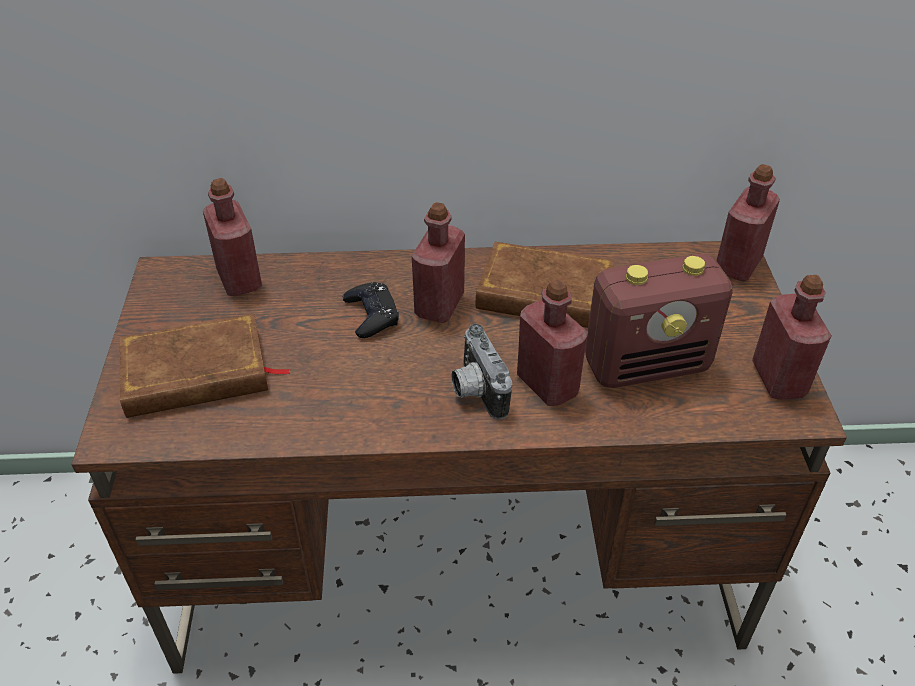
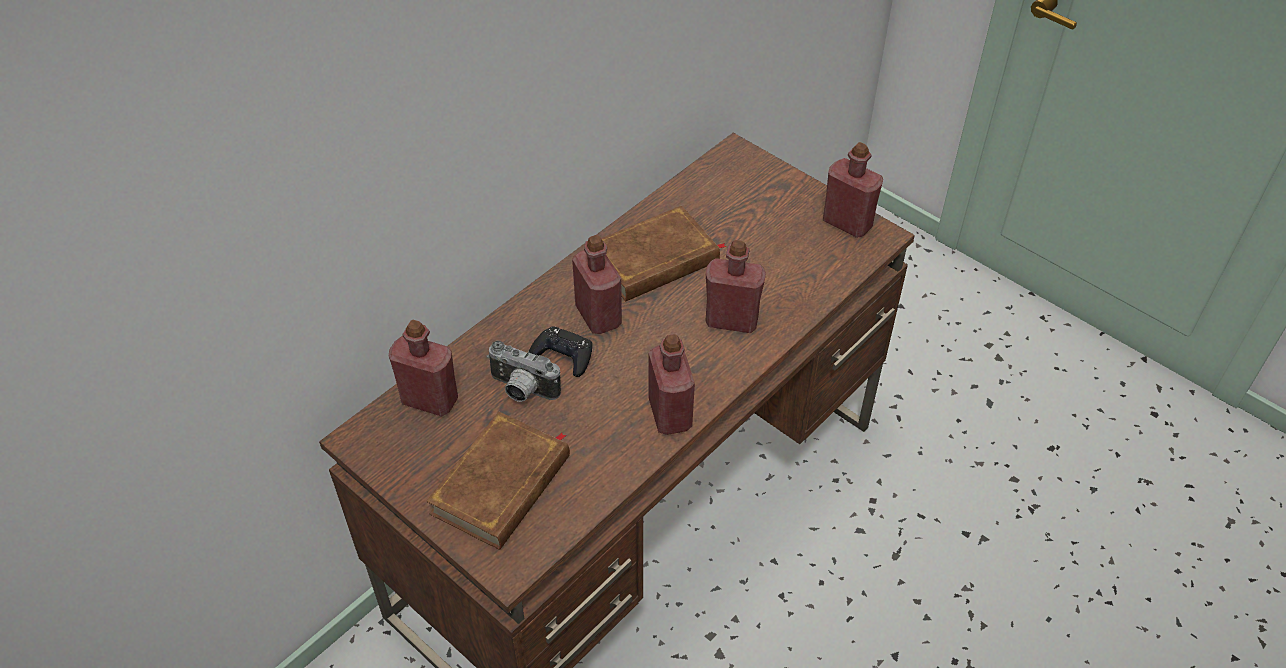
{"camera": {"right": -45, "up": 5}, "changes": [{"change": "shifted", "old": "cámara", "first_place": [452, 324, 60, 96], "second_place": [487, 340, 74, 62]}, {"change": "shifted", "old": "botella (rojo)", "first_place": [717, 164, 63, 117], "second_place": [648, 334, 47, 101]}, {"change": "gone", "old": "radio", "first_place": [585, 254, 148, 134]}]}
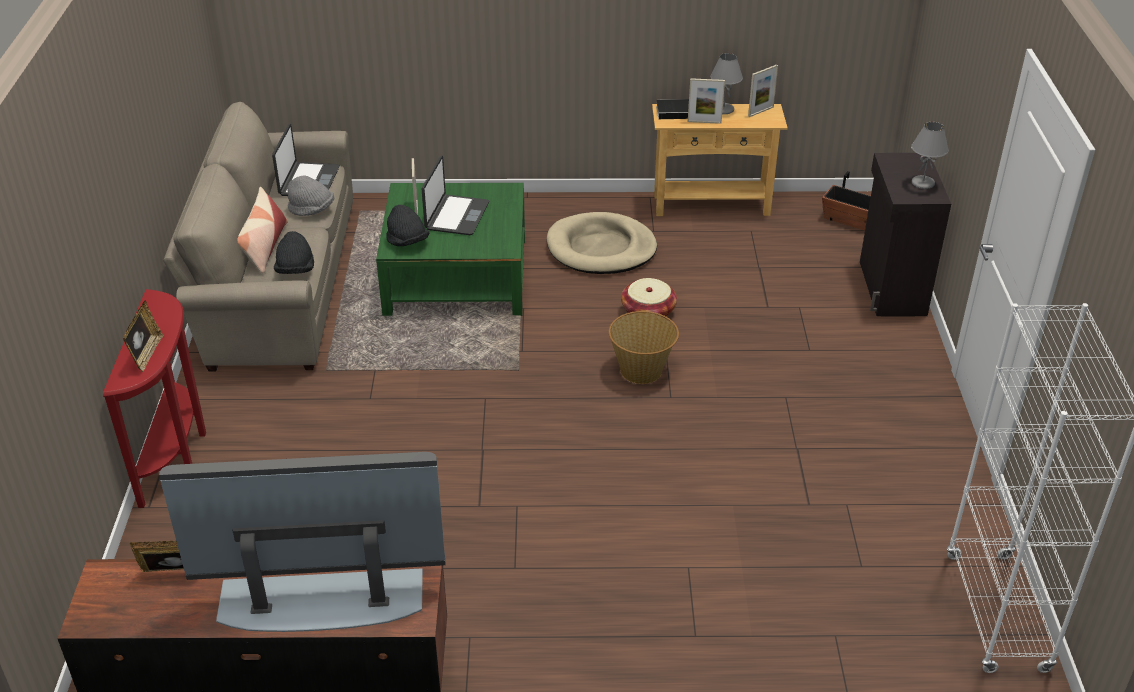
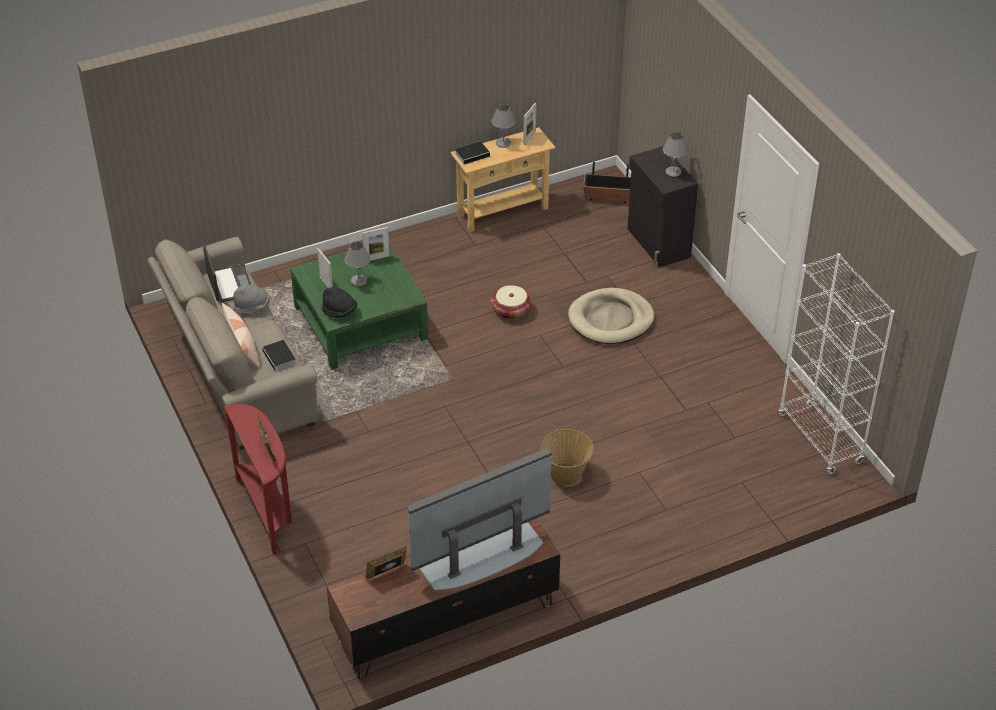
{"camera": {"right": -25, "up": 5}, "changes": [{"change": "swapped", "old": "sombrero (negro)", "new": "libro", "first_place": [274, 231, 40, 43], "second_place": [262, 340, 34, 33]}, {"change": "swapped", "old": "portátil", "new": "lámpara de mesa (gris)", "first_place": [421, 156, 68, 79], "second_place": [344, 241, 26, 45]}, {"change": "shifted", "old": "portarretratos", "first_place": [688, 78, 37, 46], "second_place": [362, 227, 28, 34]}, {"change": "shifted", "old": "cesta", "first_place": [609, 311, 70, 73], "second_place": [541, 429, 53, 57]}, {"change": "shifted", "old": "cama para perro (beis)", "first_place": [547, 212, 110, 62], "second_place": [568, 288, 86, 56]}]}
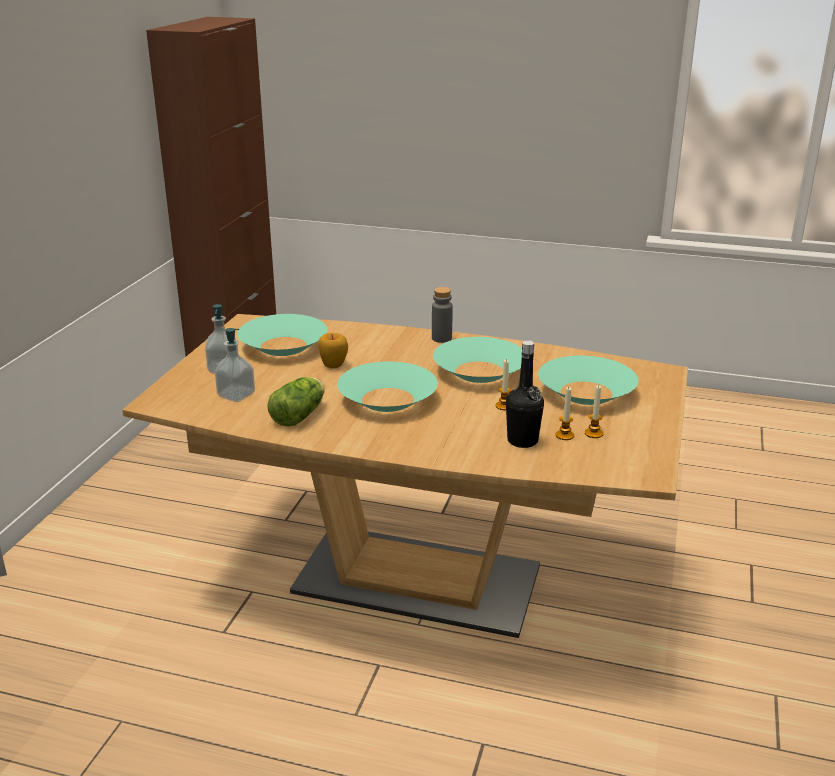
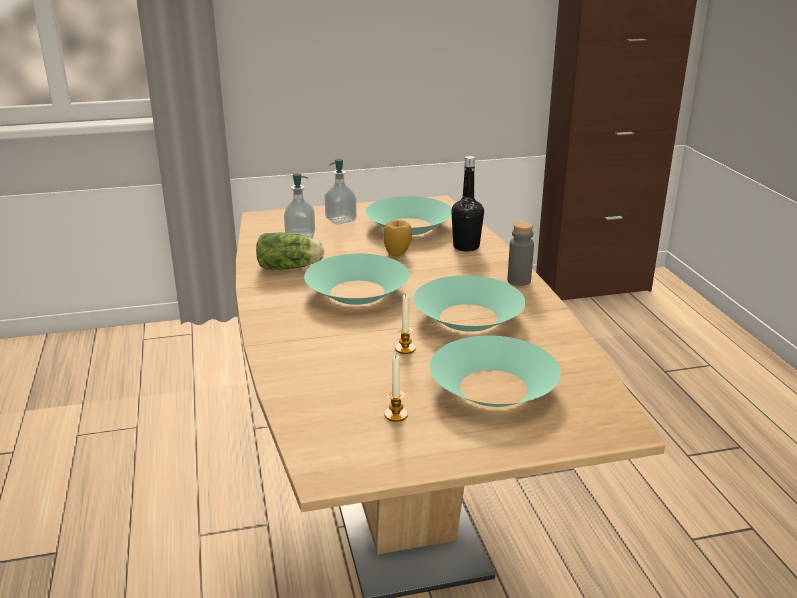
{"camera": {"right": 60, "up": 0}, "changes": [{"change": "shifted", "old": "botella (negro)", "first_place": [506, 340, 38, 108], "second_place": [451, 156, 33, 95]}, {"change": "gone", "old": "vela", "first_place": [556, 387, 18, 53]}]}
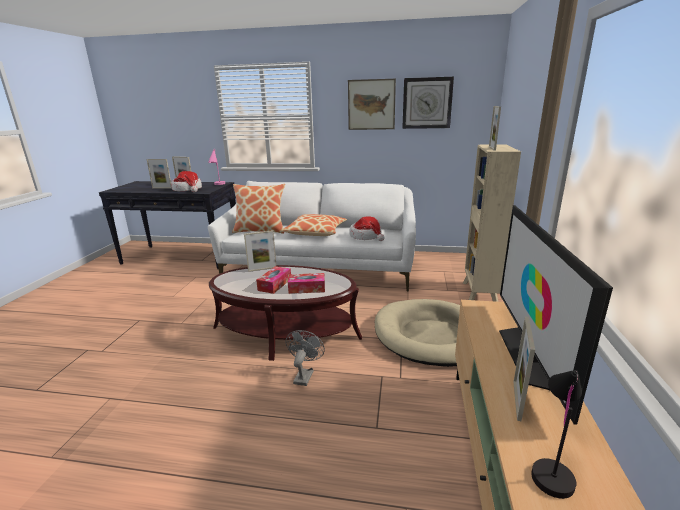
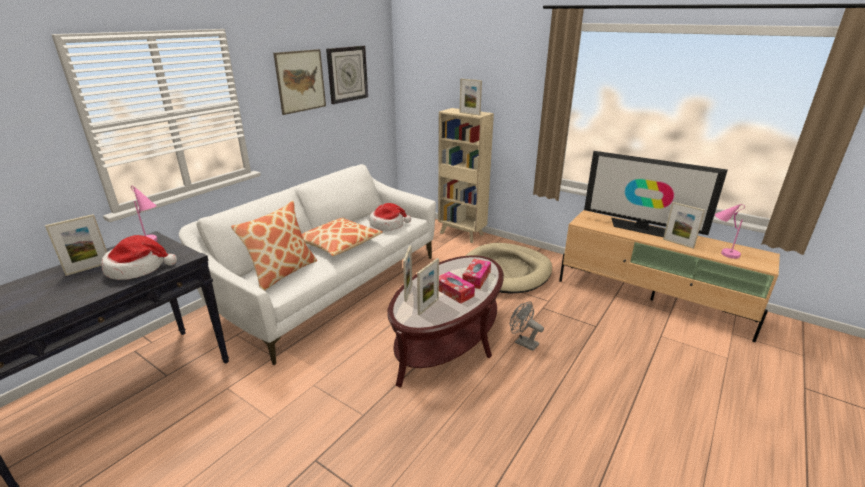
{"camera": {"right": -65, "up": 5}, "changes": [{"change": "shifted", "old": "portarretratos", "first_place": [147, 159, 25, 30], "second_place": [417, 258, 22, 57]}, {"change": "repainted", "old": "lámpara de mesa (negro)", "new": "lámpara de mesa (rosa)", "first_place": [531, 370, 51, 129], "second_place": [715, 204, 30, 55]}]}
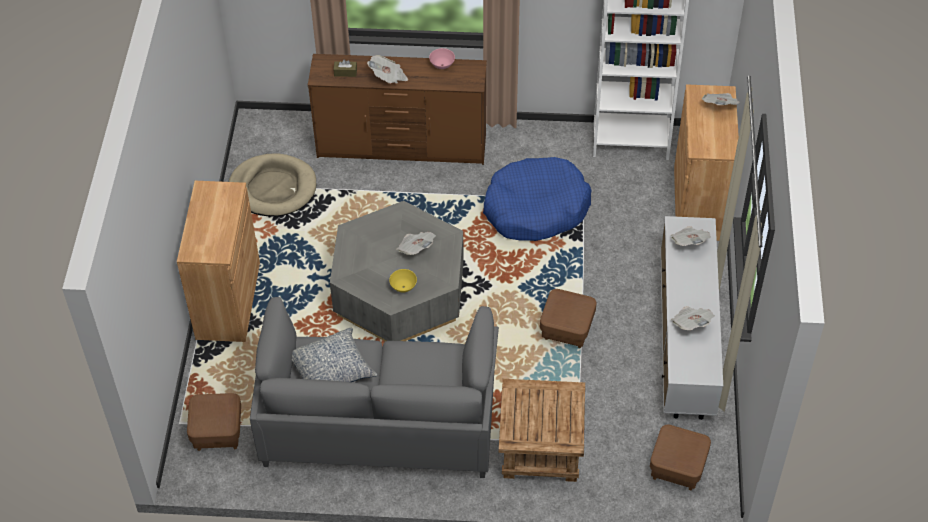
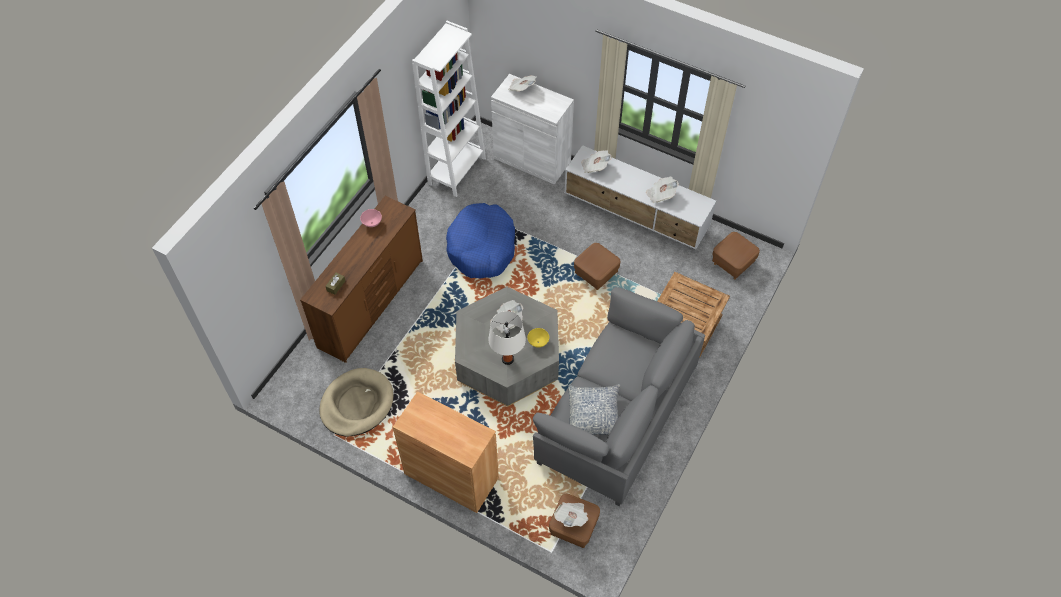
{"camera": {"right": -65, "up": 5}, "changes": [{"change": "new", "new": "lámpara de mesa (blanco)", "second_place": [488, 311, 38, 54]}, {"change": "repainted", "old": "armario (marrón)", "new": "armario (blanco)", "first_place": [674, 84, 65, 157], "second_place": [491, 74, 83, 111]}, {"change": "shifted", "old": "periódico", "first_place": [367, 55, 41, 28], "second_place": [554, 502, 34, 25]}]}
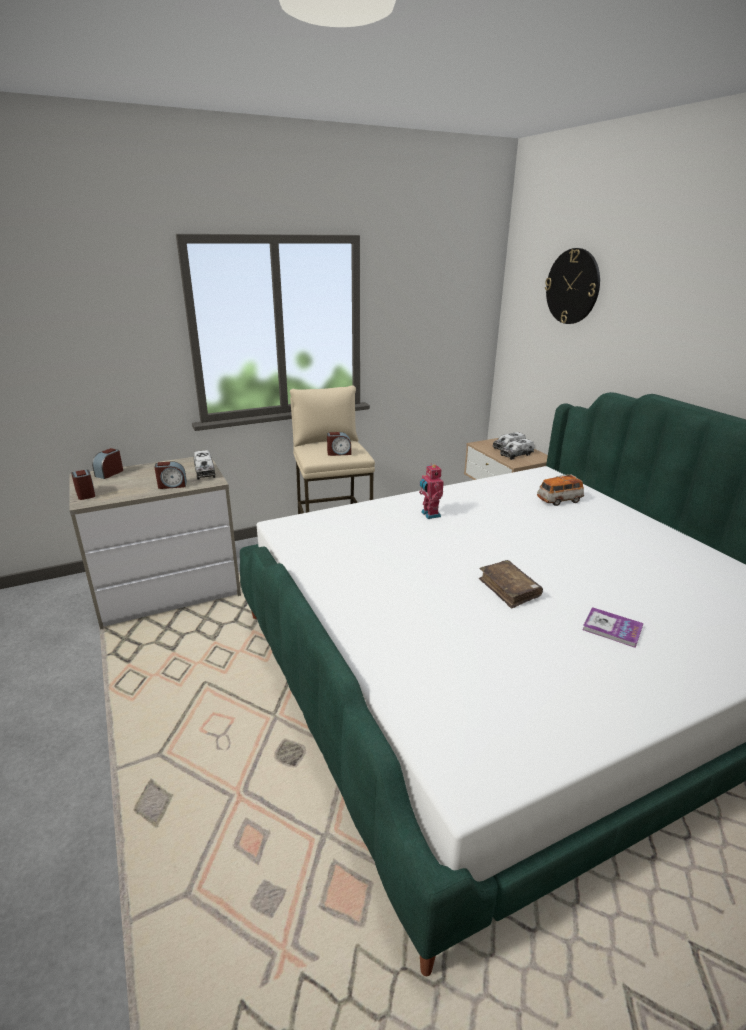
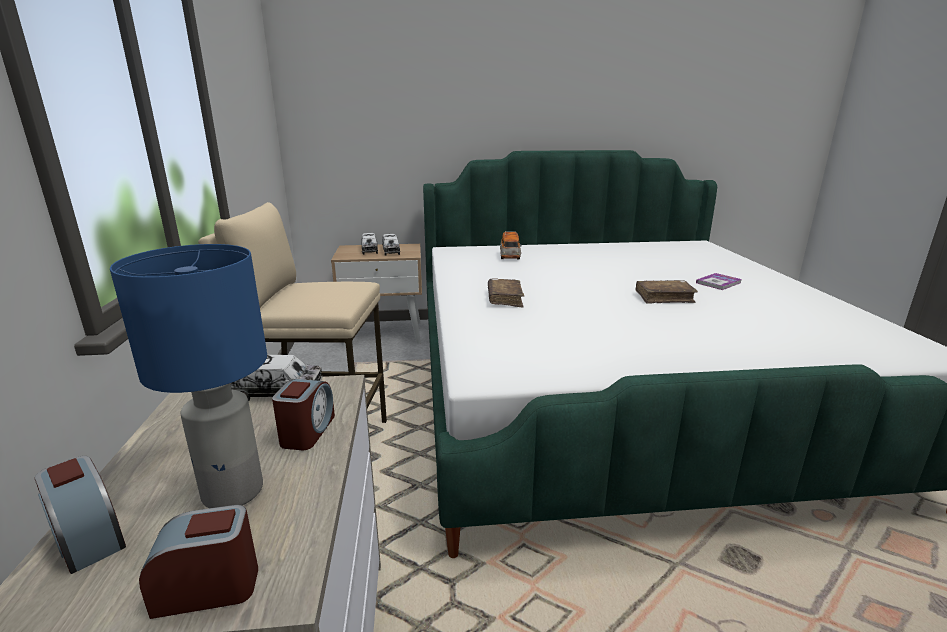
{"camera": {"right": -70, "up": -5}, "changes": [{"change": "new", "new": "lámpara de mesa (azul)", "second_place": [110, 244, 157, 264]}, {"change": "swapped", "old": "robot de juguete", "new": "libro (marrón)", "first_place": [419, 463, 25, 56], "second_place": [488, 278, 36, 29]}, {"change": "gone", "old": "despertador", "first_place": [327, 432, 24, 24]}, {"change": "gone", "old": "reloj de pared", "first_place": [545, 248, 55, 76]}]}
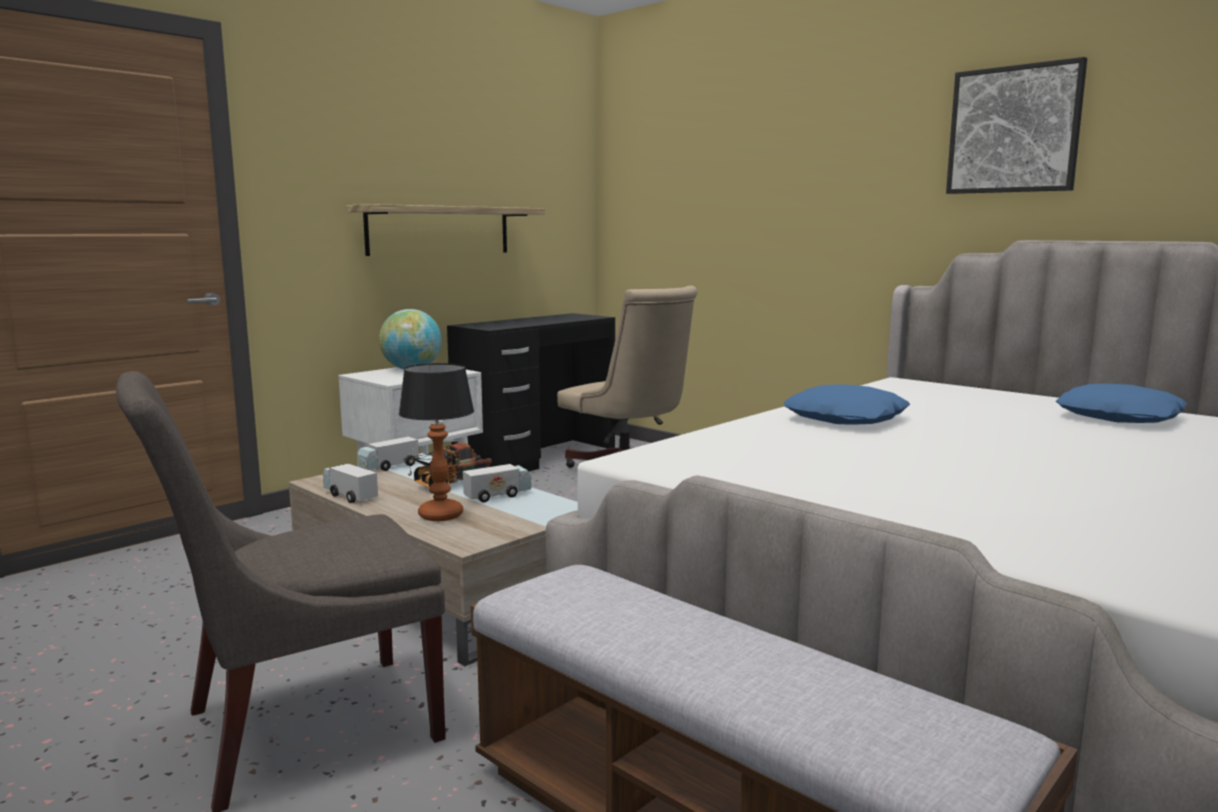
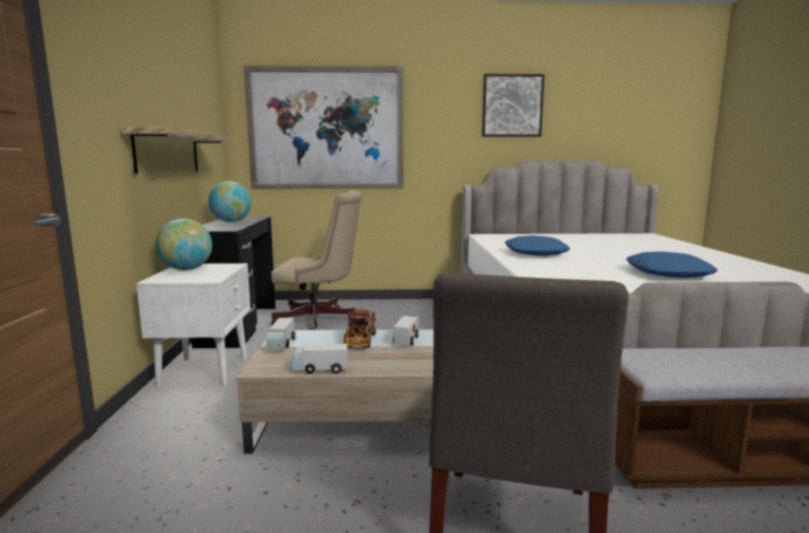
{"camera": {"right": -45, "up": 0}, "changes": [{"change": "new", "new": "globo terráqueo", "second_place": [208, 181, 44, 41]}, {"change": "new", "new": "cuadro", "second_place": [244, 66, 159, 123]}, {"change": "shifted", "old": "cojín (azul)", "first_place": [1056, 383, 131, 40], "second_place": [626, 251, 92, 27]}, {"change": "gone", "old": "lámpara de mesa", "first_place": [399, 363, 75, 158]}]}
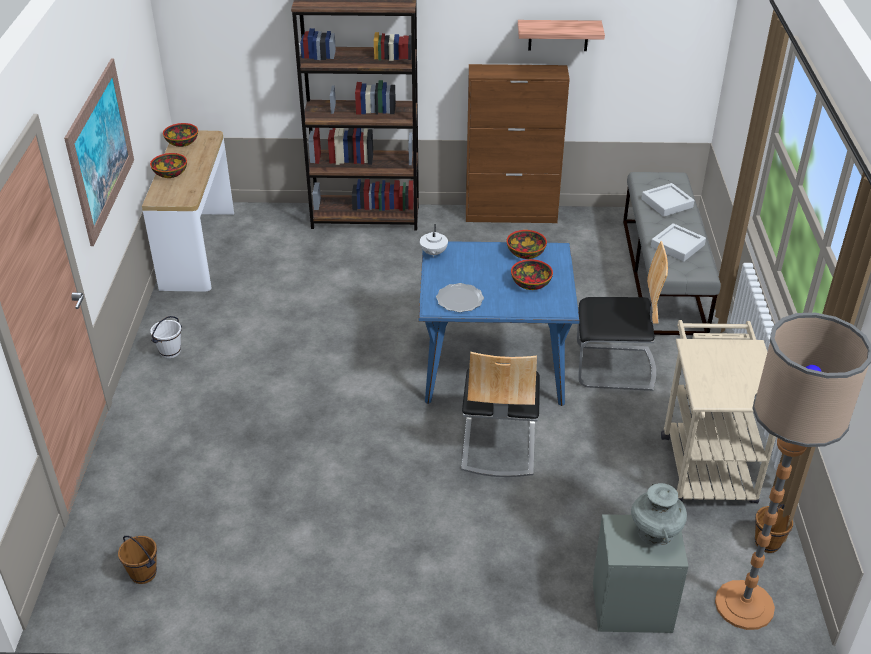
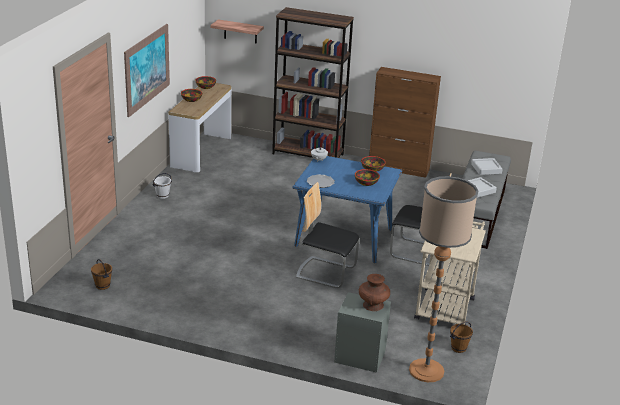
{"camera": {"right": 15, "up": -10}, "changes": [{"change": "shifted", "old": "estante", "first_place": [518, 20, 87, 31], "second_place": [210, 19, 54, 25]}, {"change": "rotated", "old": "silla", "first_place": [461, 352, 79, 125], "second_place": [296, 182, 63, 106], "degrees": 90}, {"change": "repainted", "old": "florero (gris)", "new": "florero (marrón)", "first_place": [631, 483, 56, 63], "second_place": [359, 274, 31, 37]}]}
